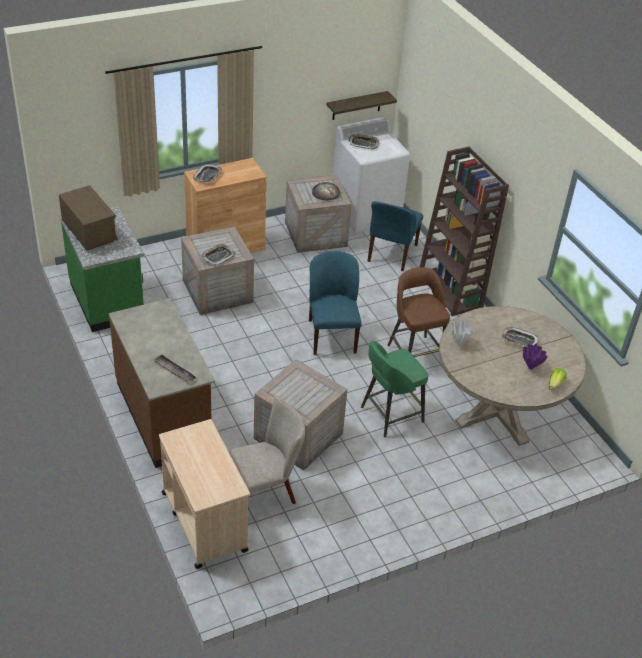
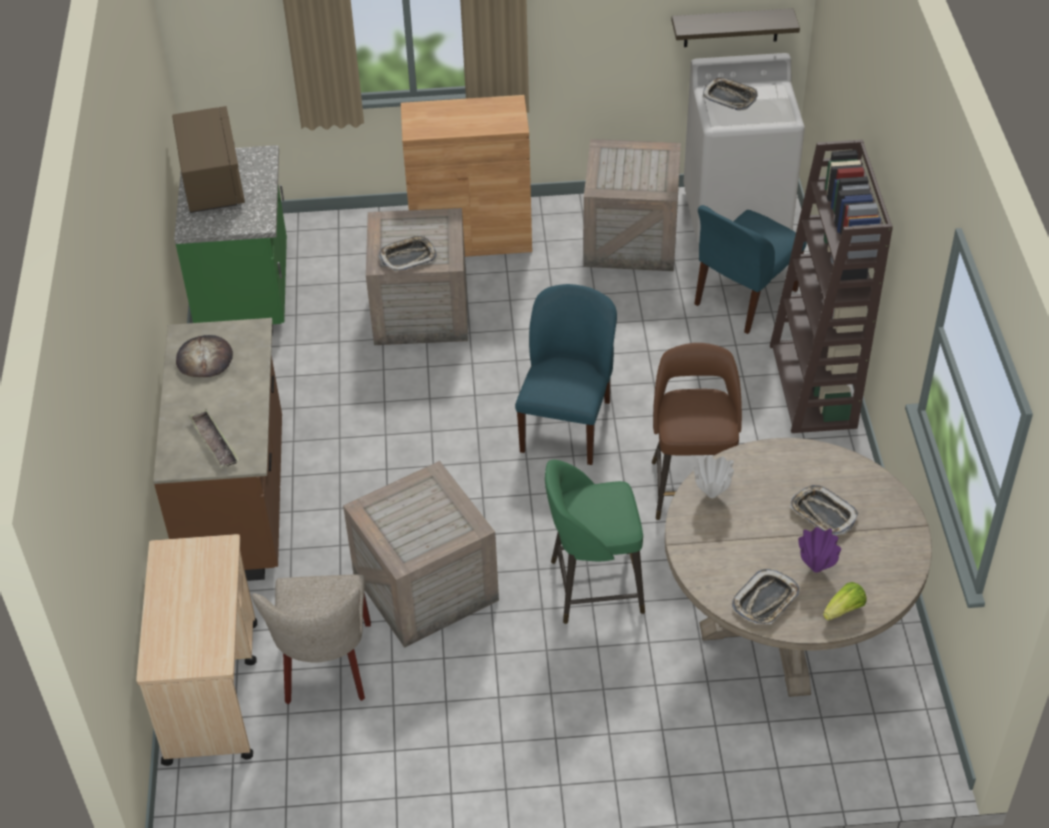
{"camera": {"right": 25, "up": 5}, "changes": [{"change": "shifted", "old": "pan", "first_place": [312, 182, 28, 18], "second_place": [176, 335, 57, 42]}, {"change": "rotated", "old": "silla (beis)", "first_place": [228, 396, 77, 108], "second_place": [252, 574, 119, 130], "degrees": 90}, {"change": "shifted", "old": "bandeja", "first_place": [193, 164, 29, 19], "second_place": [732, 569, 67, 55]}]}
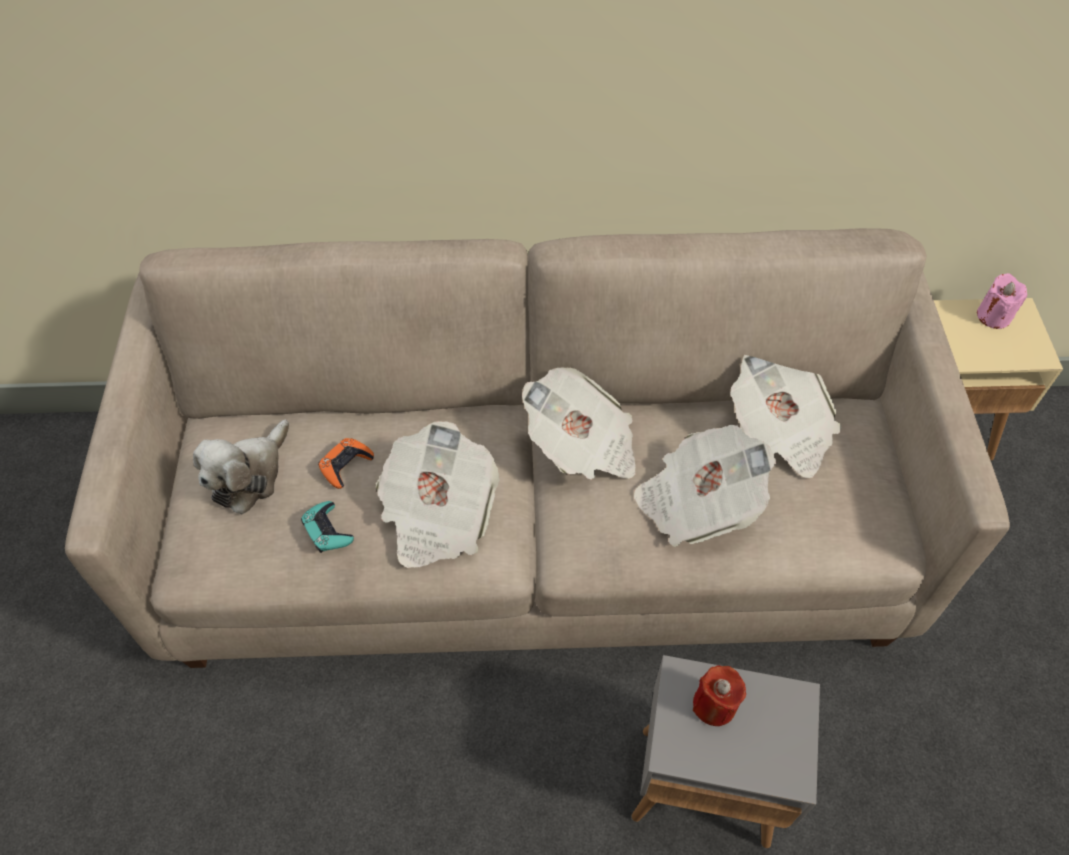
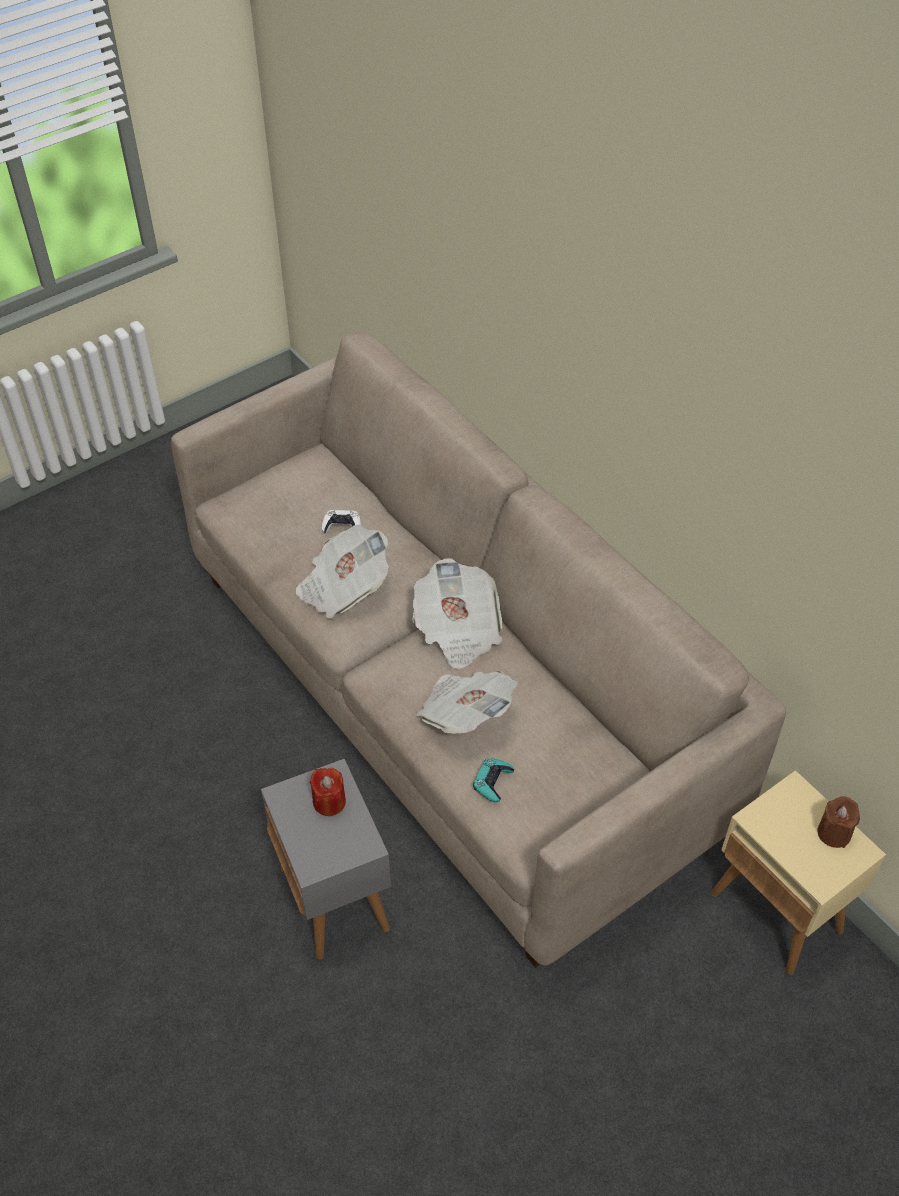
{"camera": {"right": 55, "up": -5}, "changes": [{"change": "repainted", "old": "mando de consola (naranja)", "new": "mando de consola (blanco)", "first_place": [318, 438, 56, 51], "second_place": [322, 510, 39, 23]}, {"change": "shifted", "old": "mando de consola (turquesa)", "first_place": [301, 501, 53, 52], "second_place": [473, 758, 41, 44]}, {"change": "repainted", "old": "vela (rosa)", "new": "vela (marrón)", "first_place": [977, 273, 50, 56], "second_place": [817, 796, 43, 52]}, {"change": "gone", "old": "peluche", "first_place": [193, 420, 96, 94]}, {"change": "gone", "old": "periódico", "first_place": [731, 355, 111, 123]}]}
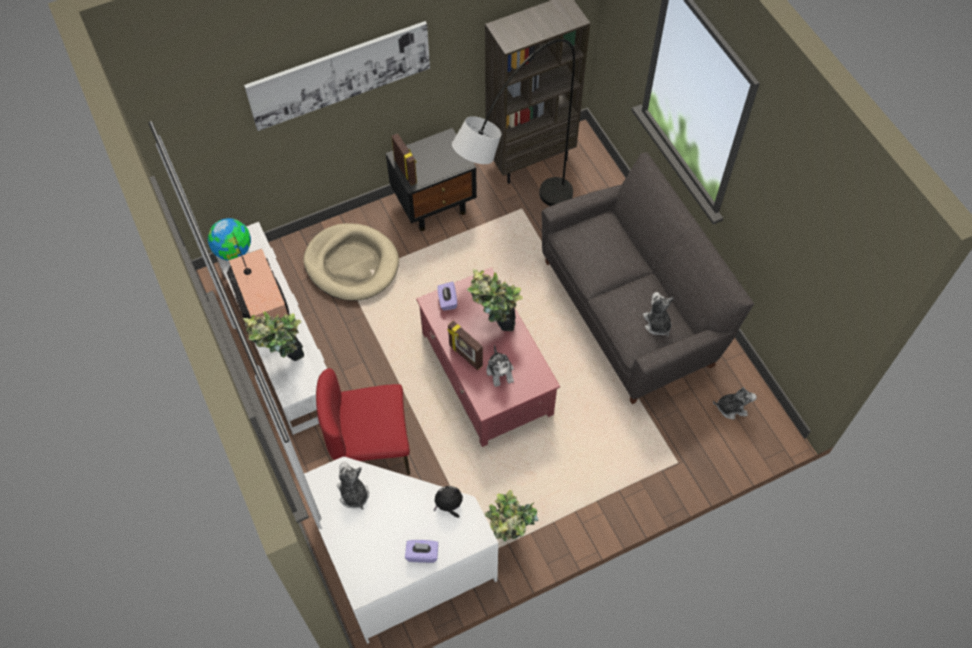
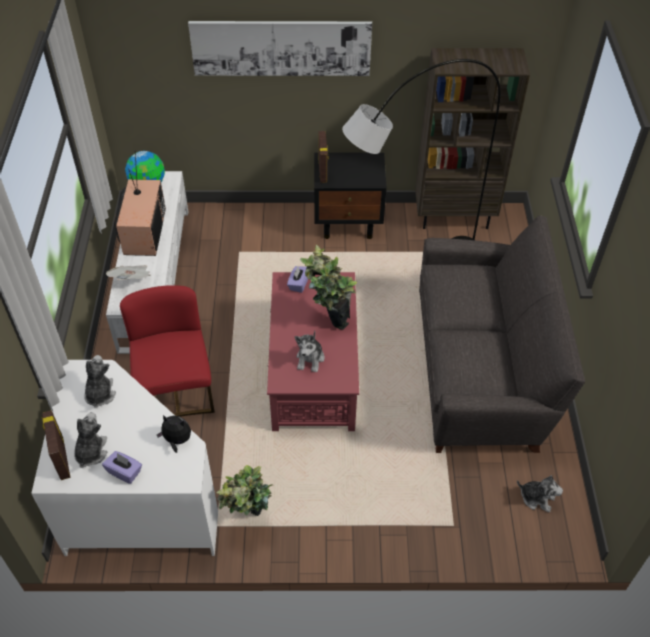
{"camera": {"right": 25, "up": -10}, "changes": [{"change": "shifted", "old": "portarretratos", "first_place": [447, 321, 36, 49], "second_place": [42, 410, 28, 70]}, {"change": "shifted", "old": "peluche", "first_place": [643, 292, 31, 44], "second_place": [74, 412, 33, 56]}, {"change": "swapped", "old": "planta en maceta", "new": "periódico", "first_place": [243, 311, 61, 50], "second_place": [106, 265, 44, 15]}, {"change": "rotated", "old": "silla (rojo)", "first_place": [316, 368, 94, 107], "second_place": [120, 285, 95, 132], "degrees": 60}, {"change": "gone", "old": "cama para perro (beis)", "first_place": [304, 223, 95, 78]}]}
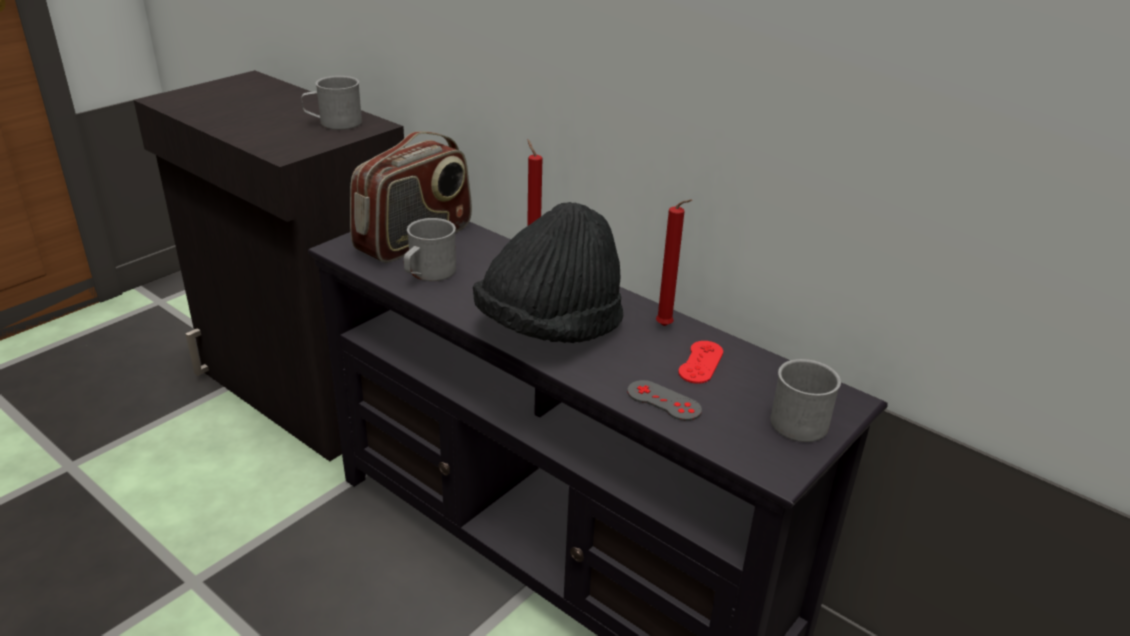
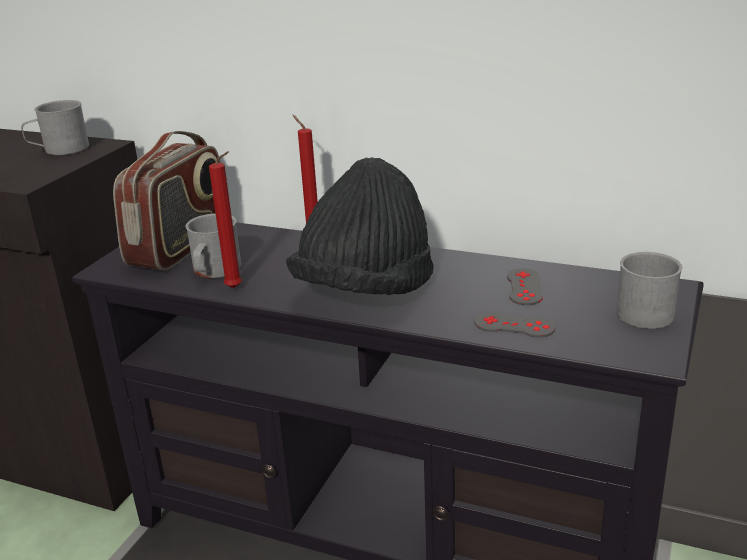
{"camera": {"right": -15, "up": -5}, "changes": [{"change": "shifted", "old": "vela (rojo)", "first_place": [656, 199, 37, 127], "second_place": [209, 151, 33, 137]}, {"change": "repainted", "old": "mando de consola (rojo)", "new": "mando de consola (gris)", "first_place": [678, 341, 45, 43], "second_place": [507, 268, 36, 37]}]}
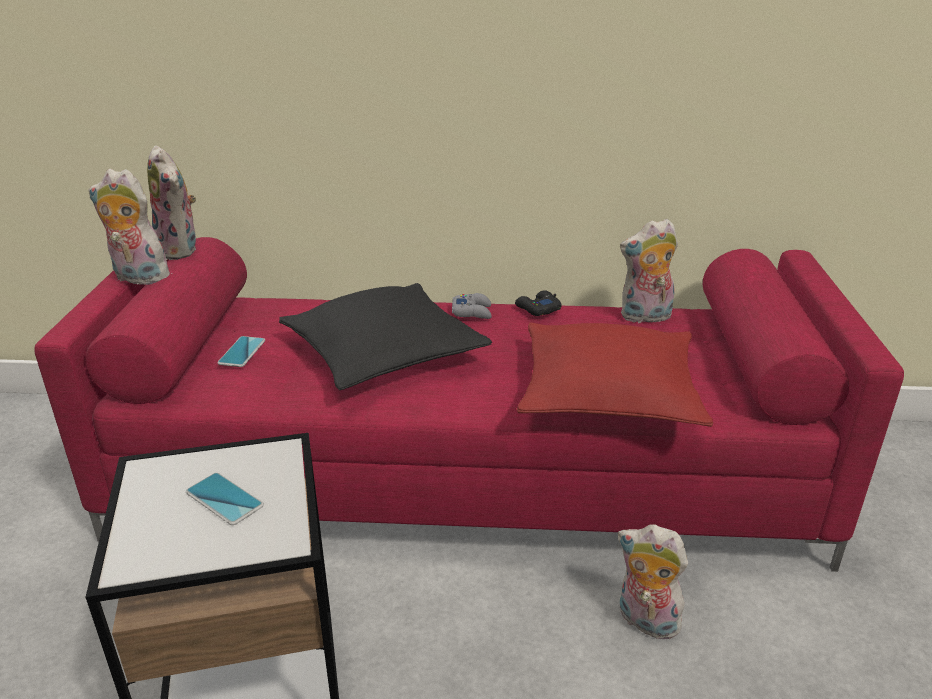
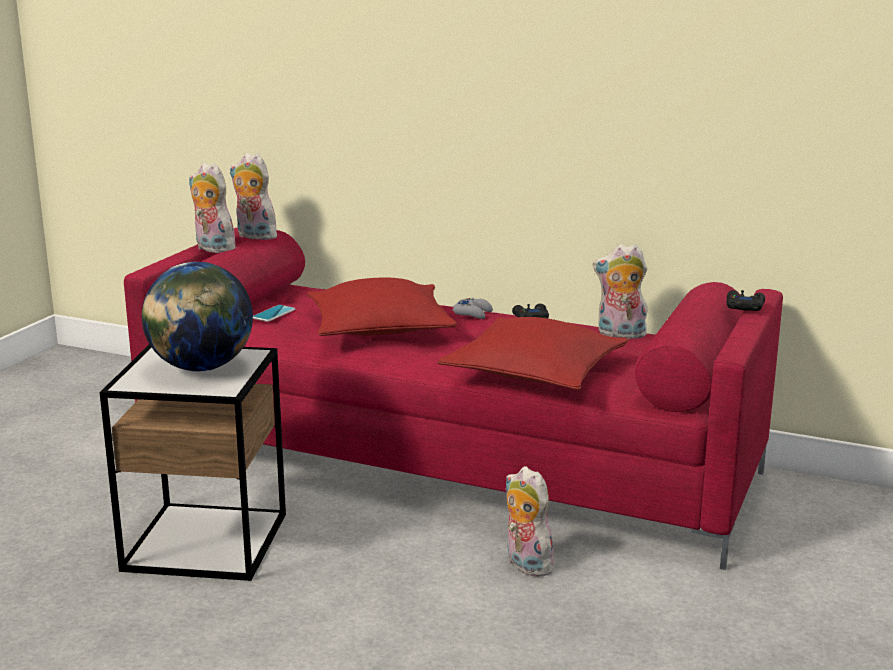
{"camera": {"right": 20, "up": -10}, "changes": [{"change": "swapped", "old": "móvil", "new": "globo terráqueo", "first_place": [186, 473, 78, 52], "second_place": [142, 262, 111, 110]}, {"change": "rotated", "old": "peluche", "first_place": [147, 145, 49, 115], "second_place": [230, 153, 51, 87], "degrees": 135}, {"change": "repainted", "old": "cojín (negro)", "new": "cojín (rojo)", "first_place": [279, 283, 213, 107], "second_place": [307, 278, 150, 58]}, {"change": "new", "new": "mando de consola (negro)", "second_place": [726, 290, 39, 21]}]}
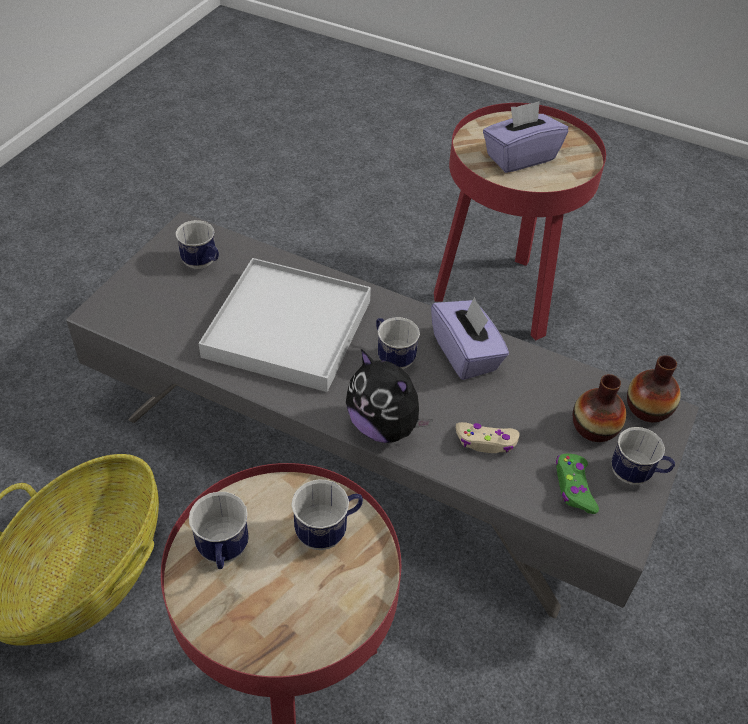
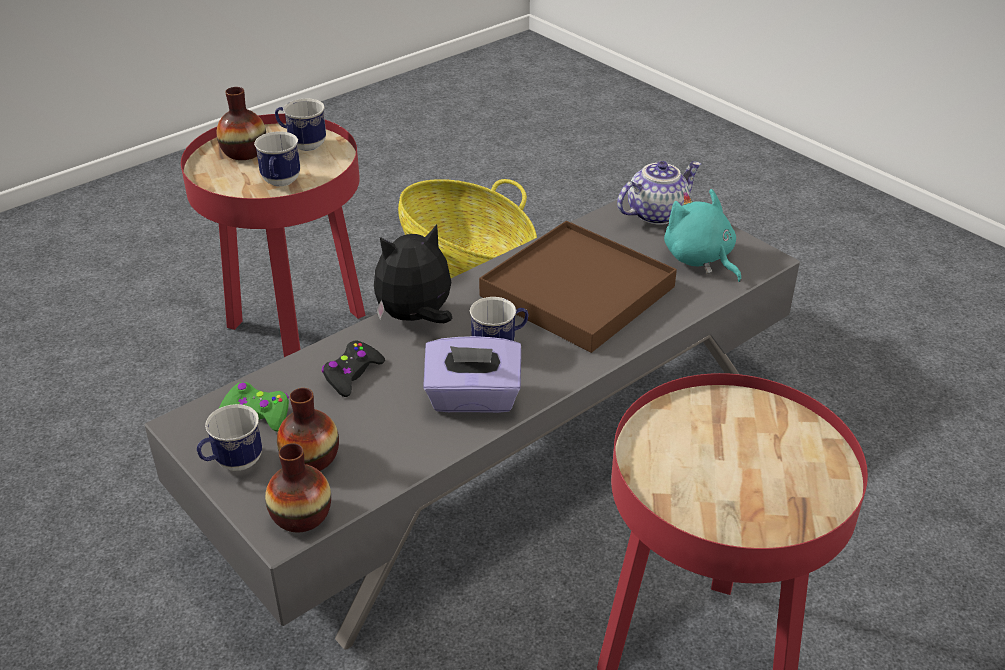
{"camera": {"right": 115, "up": -10}, "changes": [{"change": "new", "new": "florero", "second_place": [217, 87, 49, 73]}, {"change": "repainted", "old": "mando de consola (beis)", "new": "mando de consola (negro)", "first_place": [456, 422, 64, 31], "second_place": [322, 340, 63, 57]}, {"change": "repainted", "old": "bandeja (blanco)", "new": "bandeja (marrón)", "first_place": [199, 258, 172, 134], "second_place": [479, 221, 198, 132]}, {"change": "new", "new": "tetera", "second_place": [617, 161, 84, 64]}, {"change": "swapped", "old": "taza grande", "new": "peluche (turquesa)", "first_place": [175, 220, 44, 49], "second_place": [664, 189, 77, 93]}, {"change": "gone", "old": "caja de pañuelos (morado)", "first_place": [483, 101, 85, 72]}]}
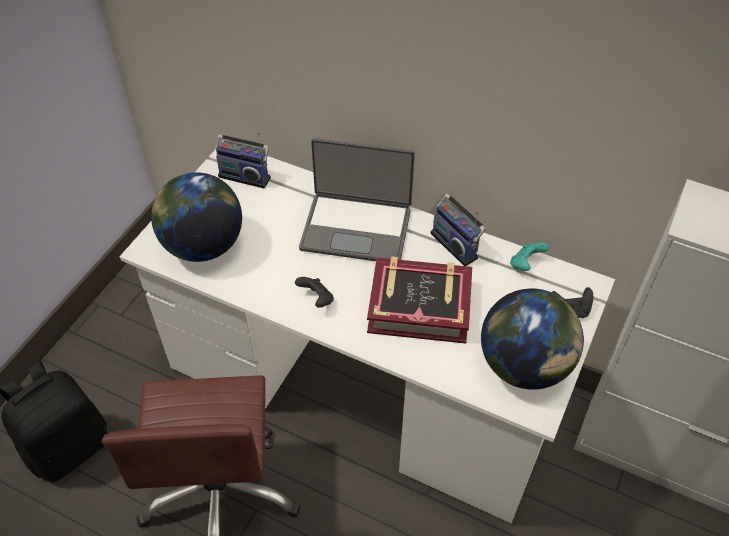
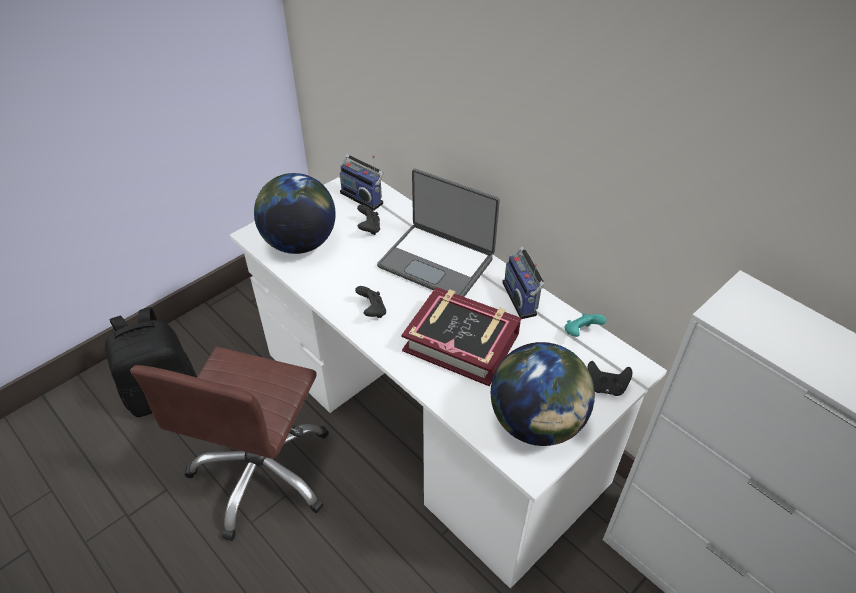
{"camera": {"right": 20, "up": -5}, "changes": [{"change": "new", "new": "mando de consola (negro)", "second_place": [357, 204, 23, 31]}]}
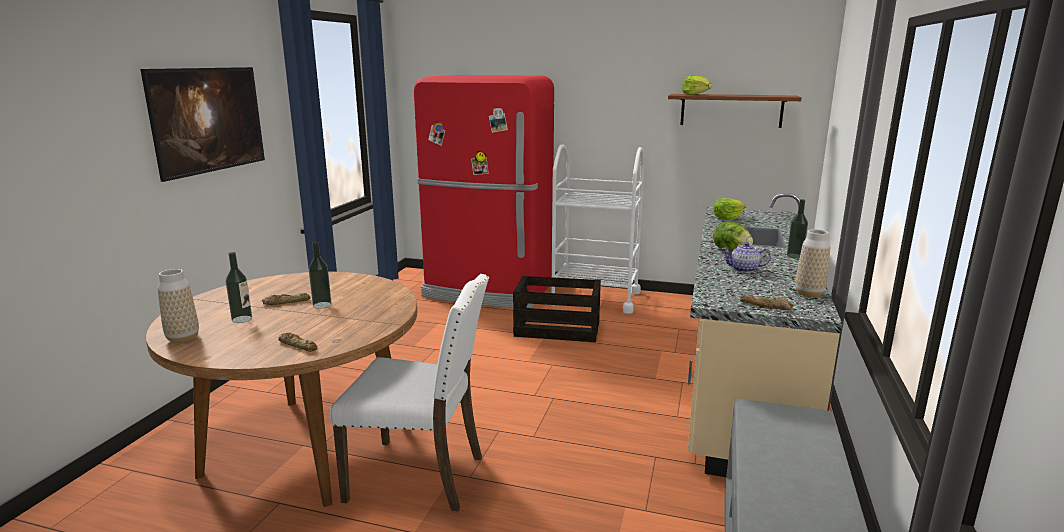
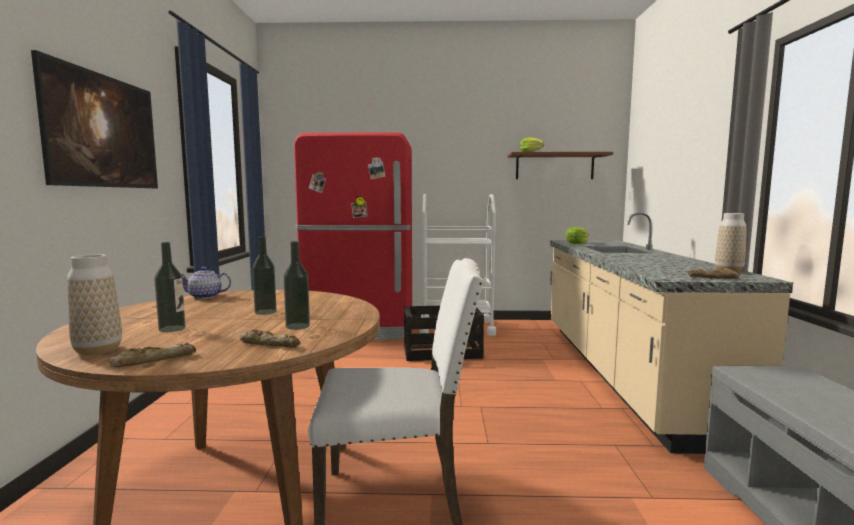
{"camera": {"right": -15, "up": -10}, "changes": [{"change": "shifted", "old": "pan", "first_place": [262, 293, 48, 12], "second_place": [108, 343, 88, 24]}, {"change": "shifted", "old": "tetera", "first_place": [721, 242, 50, 31], "second_place": [181, 267, 50, 32]}, {"change": "shifted", "old": "botella", "first_place": [787, 199, 21, 59], "second_place": [284, 241, 26, 89]}, {"change": "gone", "old": "lechuga", "first_place": [713, 222, 40, 30]}]}
